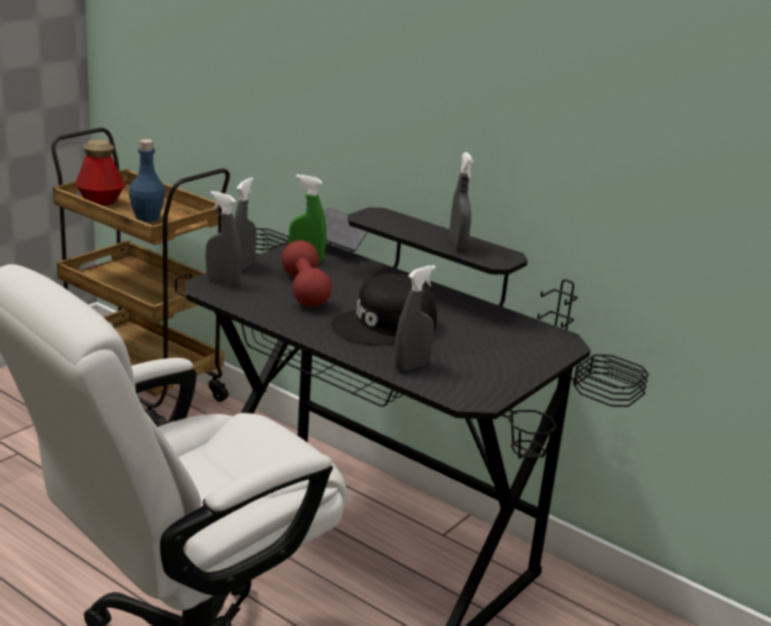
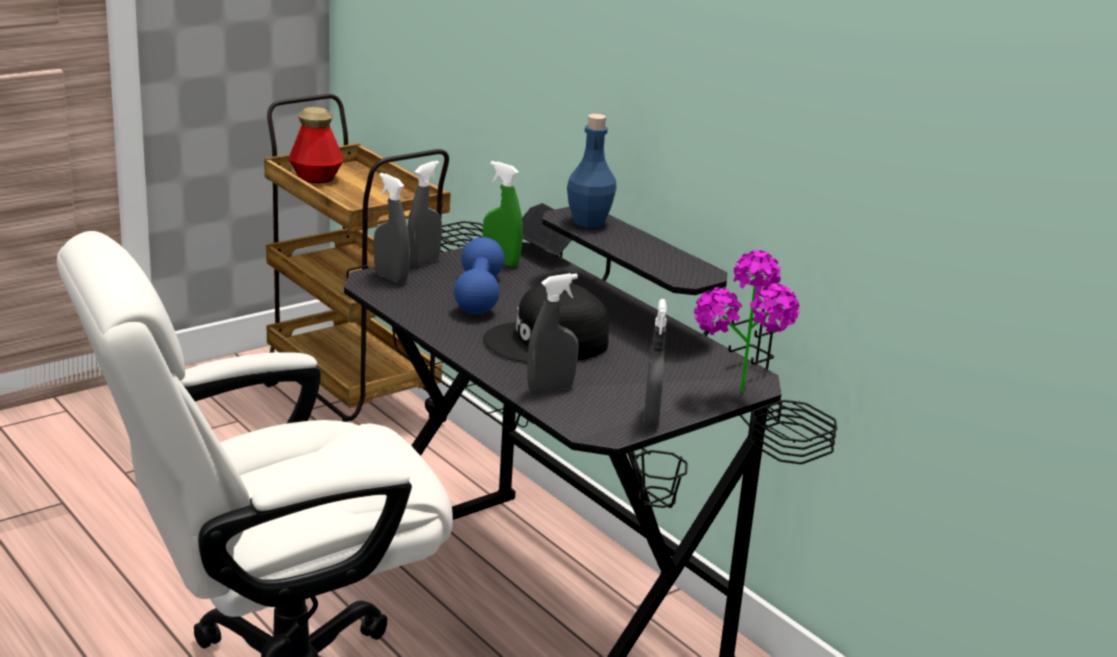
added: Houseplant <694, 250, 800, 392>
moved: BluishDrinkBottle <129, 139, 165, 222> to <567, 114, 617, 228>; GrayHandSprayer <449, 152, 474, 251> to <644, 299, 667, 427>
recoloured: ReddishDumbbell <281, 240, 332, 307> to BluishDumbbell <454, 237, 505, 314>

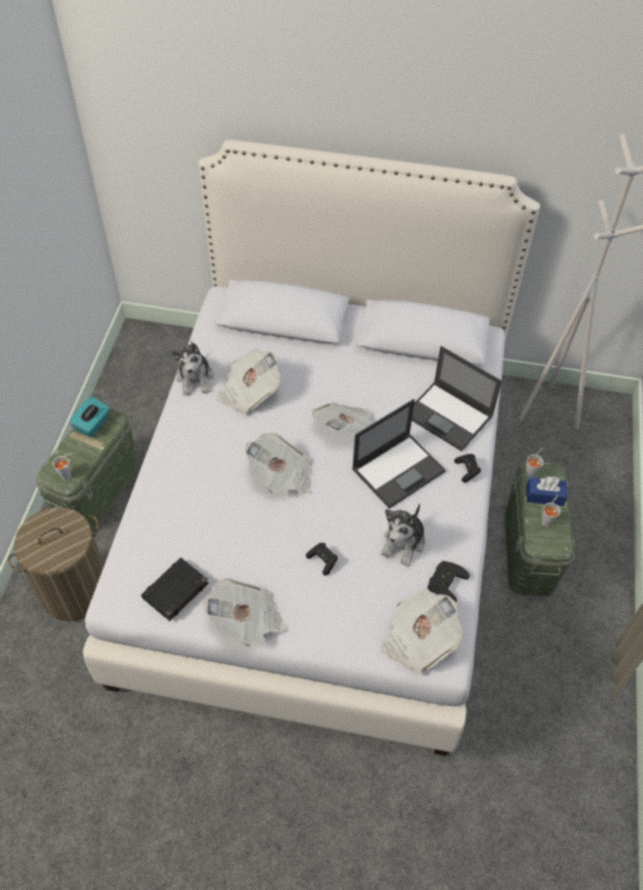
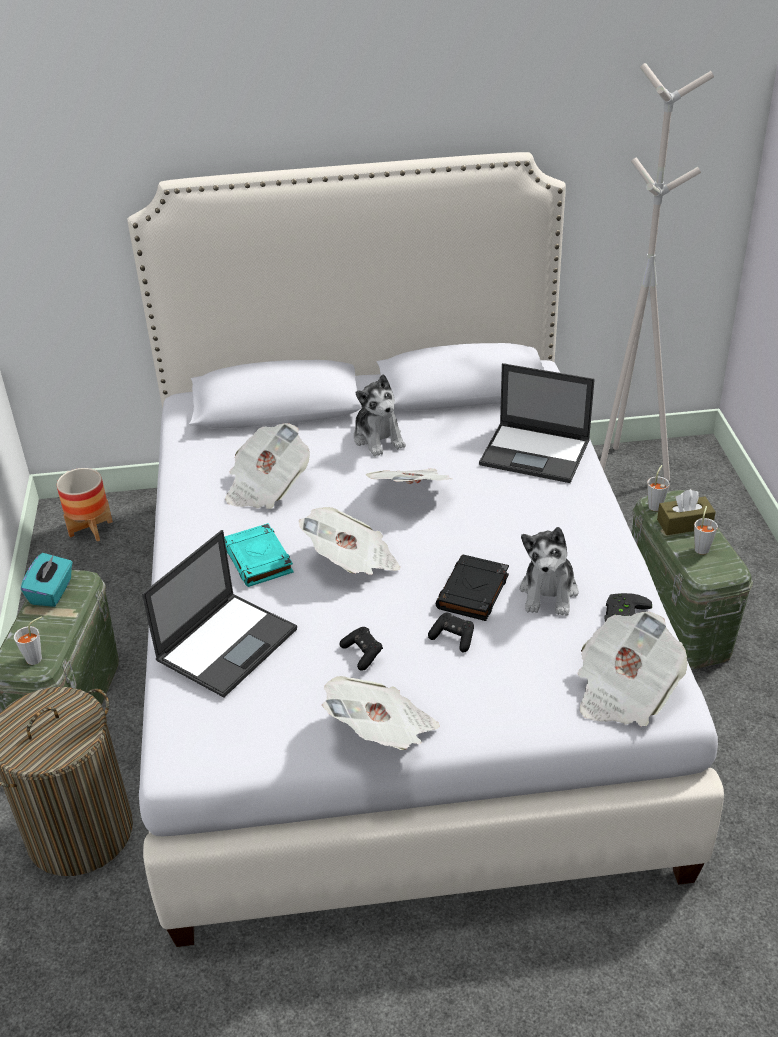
added: Planter <57, 468, 113, 541>; TurquoiseColouredBook <224, 523, 294, 587>
moved: PortableComputer <352, 399, 446, 509> to <142, 530, 297, 698>; BlackGameController <454, 454, 481, 482> to <340, 627, 383, 671>; SoftToy <171, 341, 214, 395> to <353, 374, 406, 457>; BlackBook <141, 558, 208, 621> to <436, 555, 509, 621>
recoloured: BluishTissueBox <527, 477, 568, 506> to BrownishTissueBox <657, 489, 716, 535>

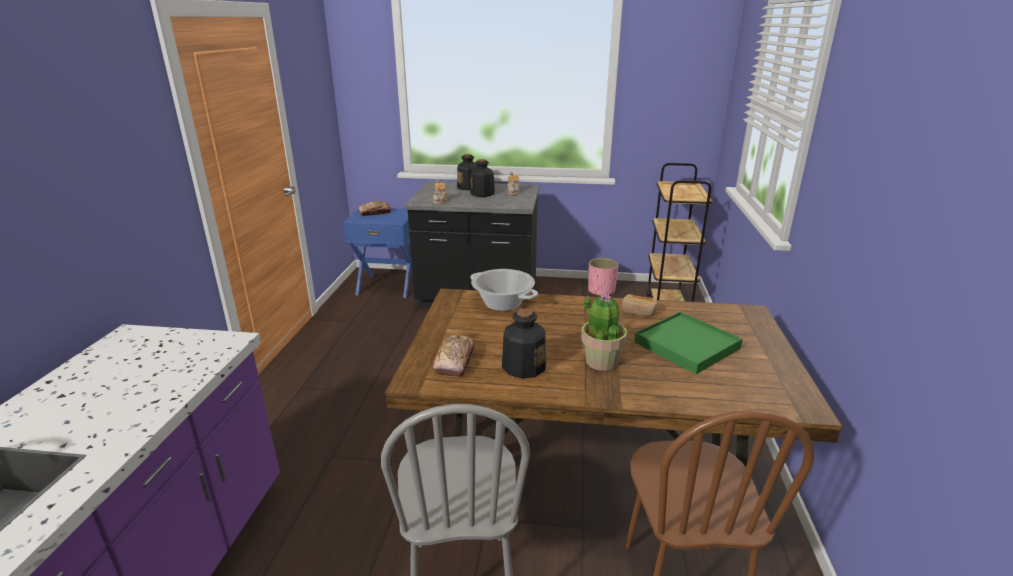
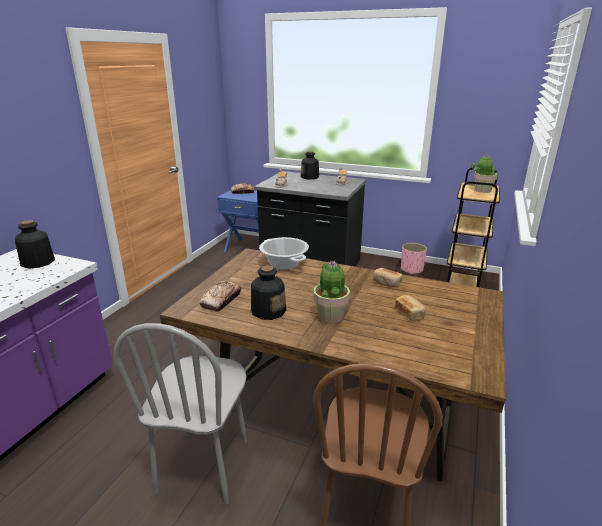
added: Houseplant <471, 155, 498, 193>
moved: DrinkBottle <470, 159, 495, 197> to <15, 220, 55, 269>
replaced: GreenColouredCarryingTray <634, 312, 743, 374> to BakedBread <395, 295, 426, 321>

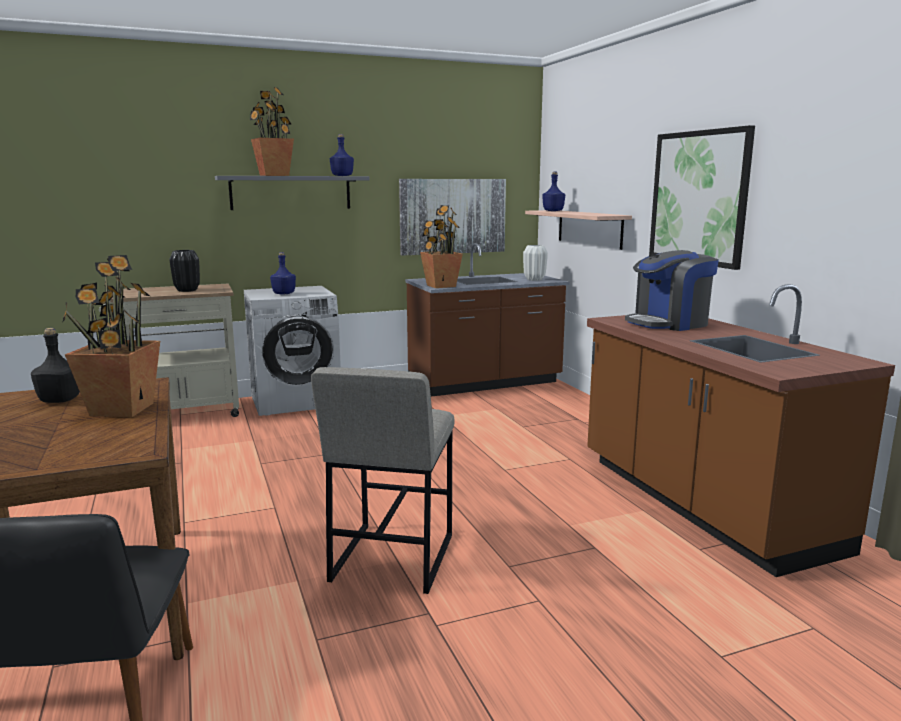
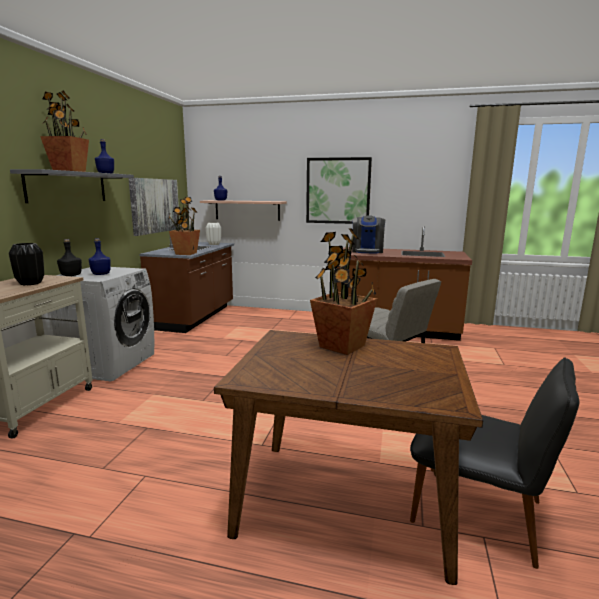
moved: BlackDrinkBottle <31, 328, 80, 403> to <57, 239, 82, 276>

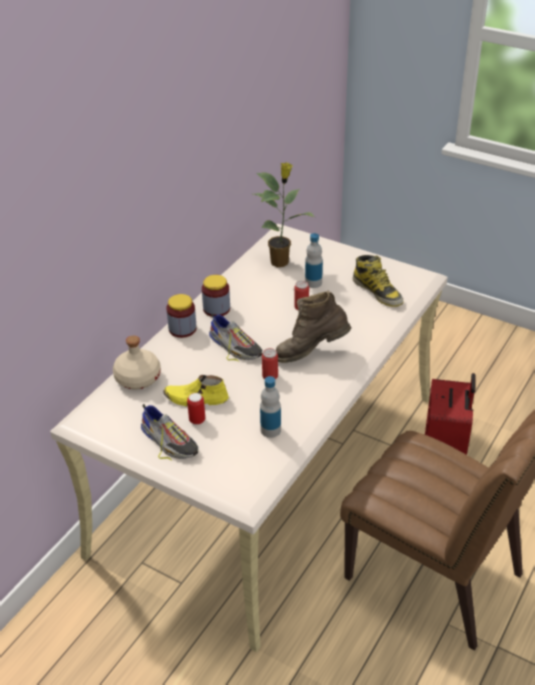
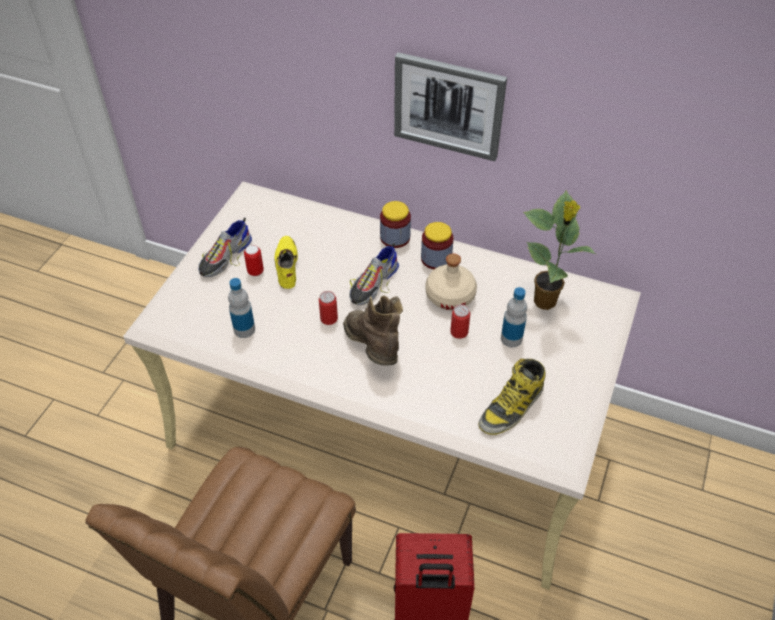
added: WallArt <394, 52, 507, 161>
moved: BeigeColouredDrinkBottle <113, 336, 161, 390> to <425, 253, 477, 310>

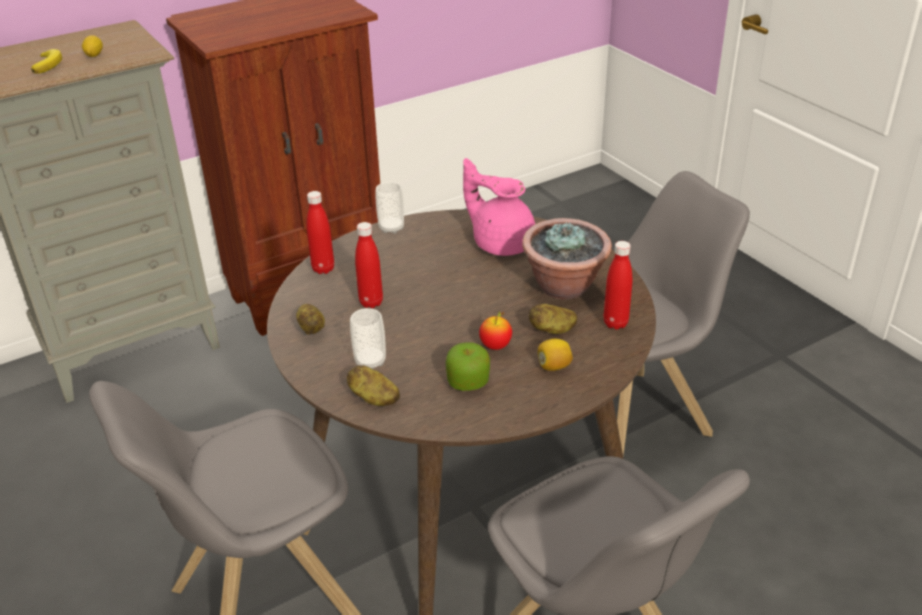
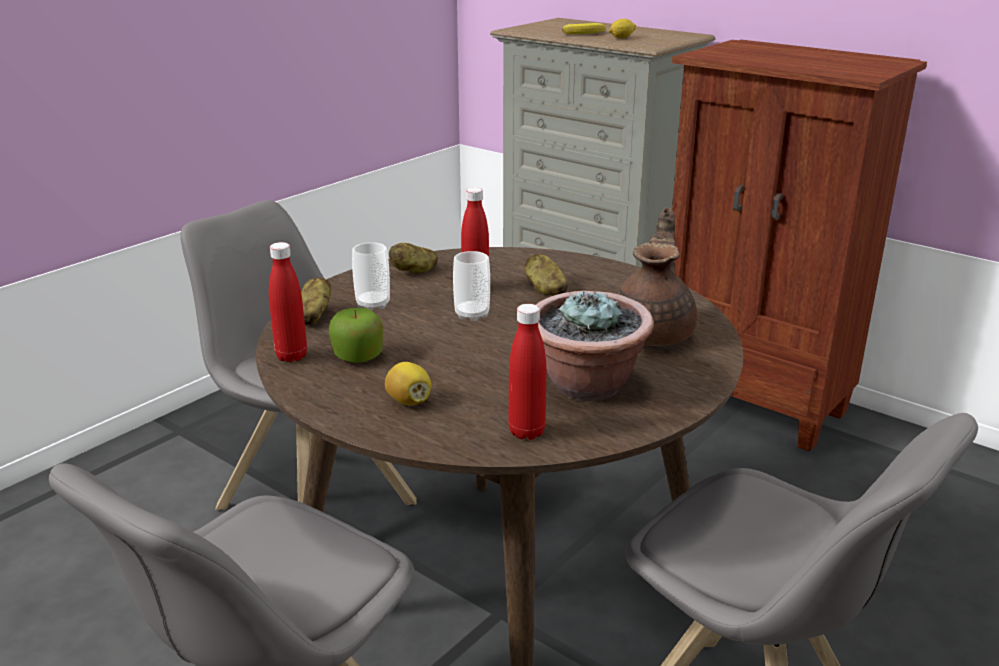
removed: Apple <479, 311, 512, 350>
moved: ReddishDrinkBottle <307, 191, 334, 274> to <269, 242, 307, 362>; Cup <376, 182, 404, 234> to <453, 251, 490, 321>; Potato <529, 304, 577, 334> to <525, 254, 568, 296>
recoloured: PinkColouredTeaPot <463, 158, 535, 256> to BrownishTeaPot <617, 207, 697, 346>

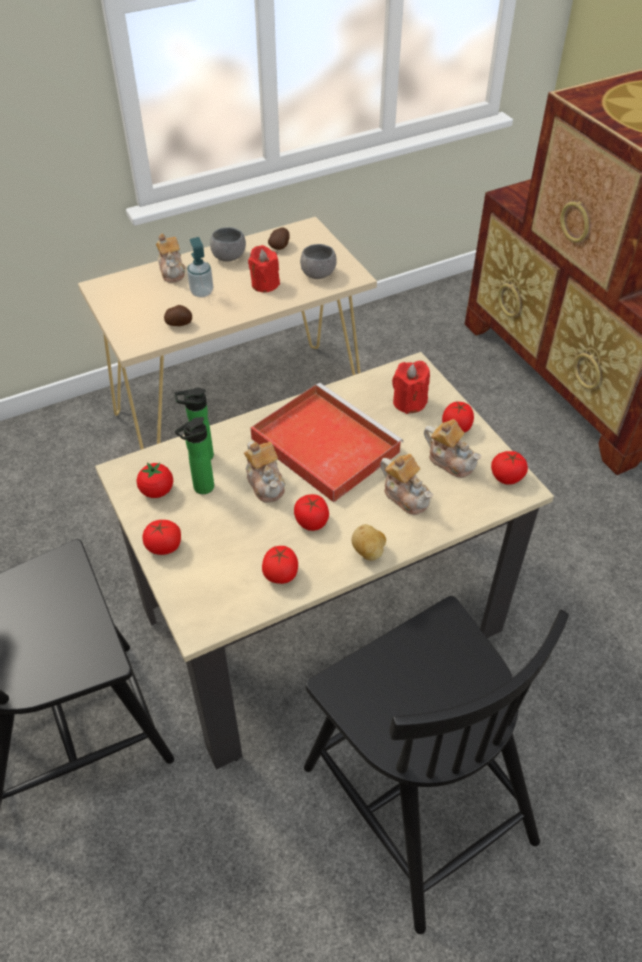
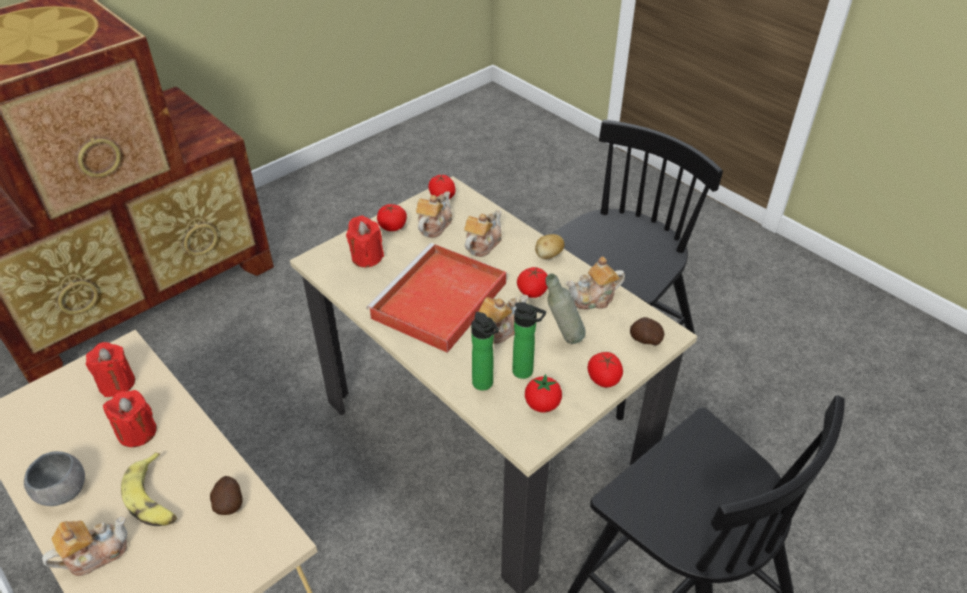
added: GrayDrinkBottle <546, 273, 586, 344>
moved: Potato <268, 228, 290, 250> to <630, 317, 664, 345>
replaced: GrayServingBowl <300, 244, 337, 279> to ReddishWaxCandle <86, 342, 135, 397>; SoapDispenser <187, 237, 213, 298> to BananaFruit <121, 453, 177, 526>; FreshTomato <262, 546, 298, 584> to TeaPot <566, 256, 625, 309>

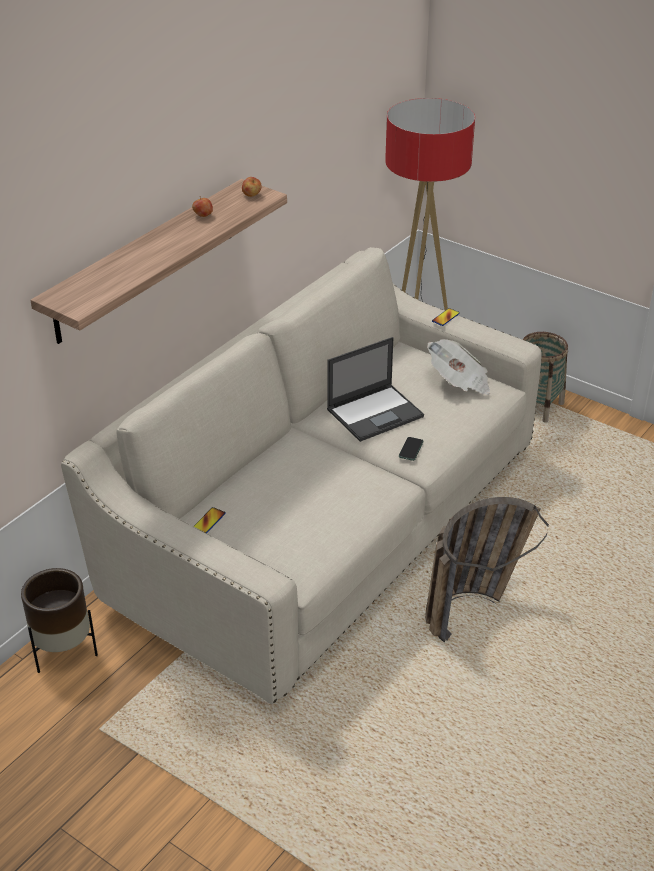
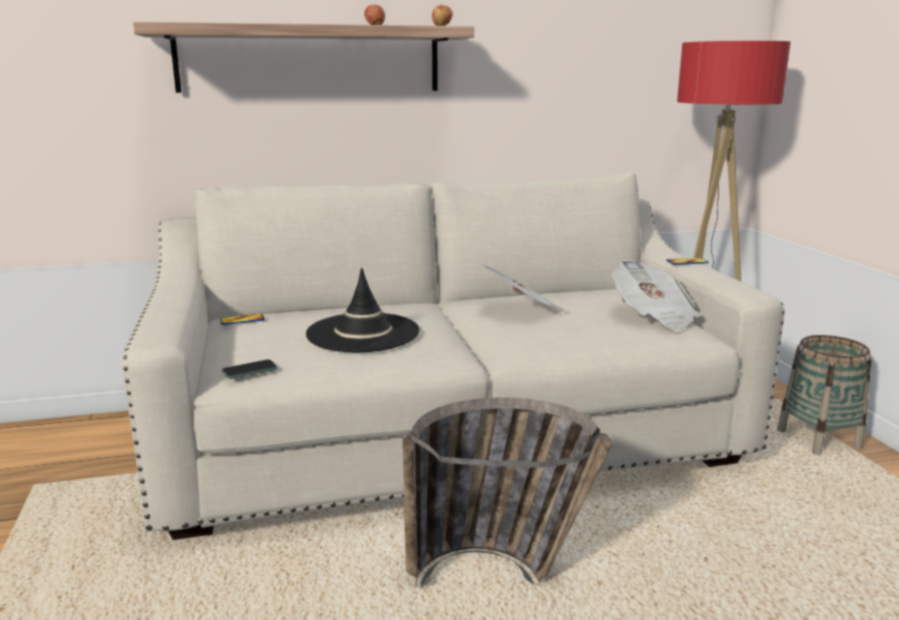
removed: BrownishPlanter <21, 568, 98, 673>
added: BlackHat <306, 268, 419, 352>
moved: Telephone <399, 437, 423, 461> to <222, 360, 277, 379>
replaced: PortableComputer <327, 337, 424, 442> to PrintedPaper <481, 265, 568, 311>

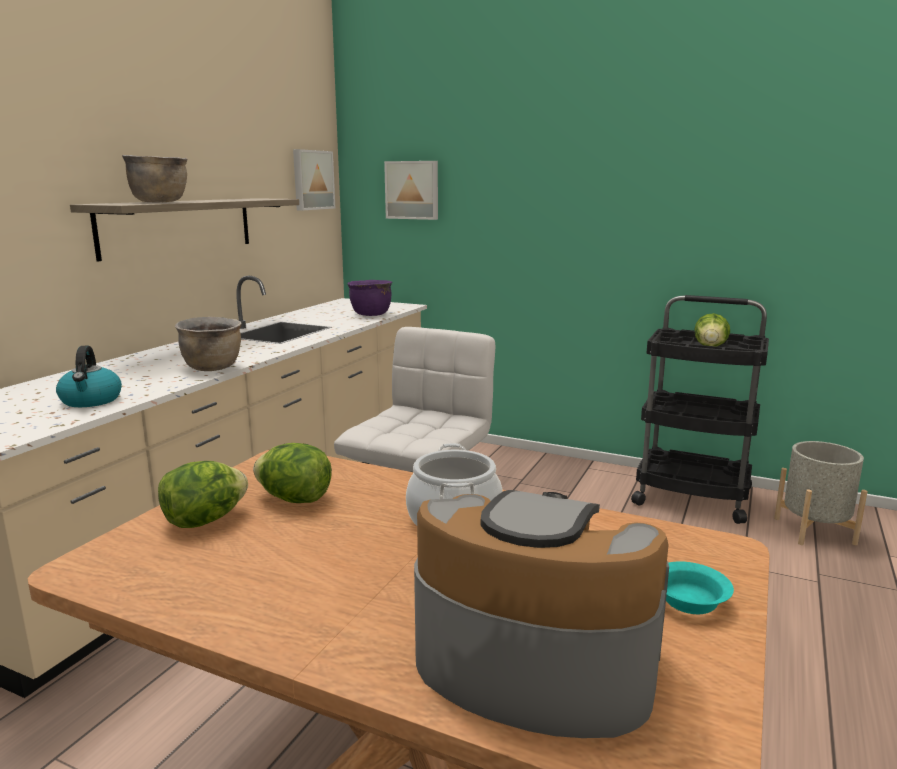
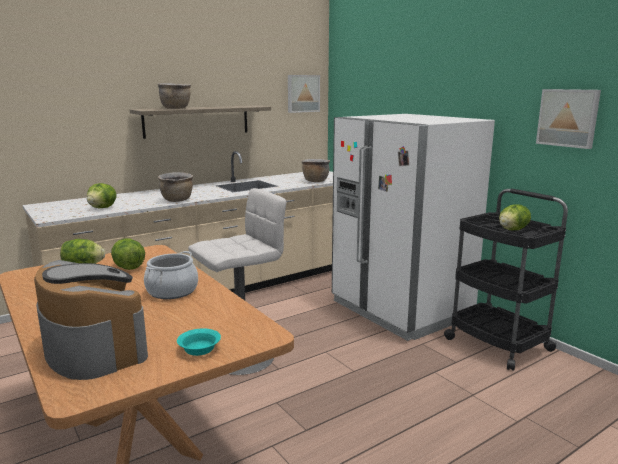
removed: GrayPlanter <774, 441, 868, 545>
added: WhitishFridge <332, 114, 495, 341>
moved: WallArt <384, 161, 438, 220> to <536, 89, 601, 149>
replaced: WaterKettle <56, 345, 122, 407> to HeadOfLettuce <87, 183, 117, 208>
recoloured: PurplishSaucepot <347, 280, 392, 316> to BrownishSaucepot <301, 159, 330, 182>

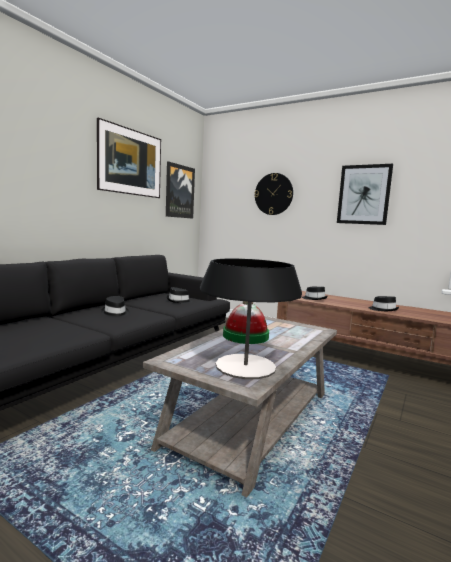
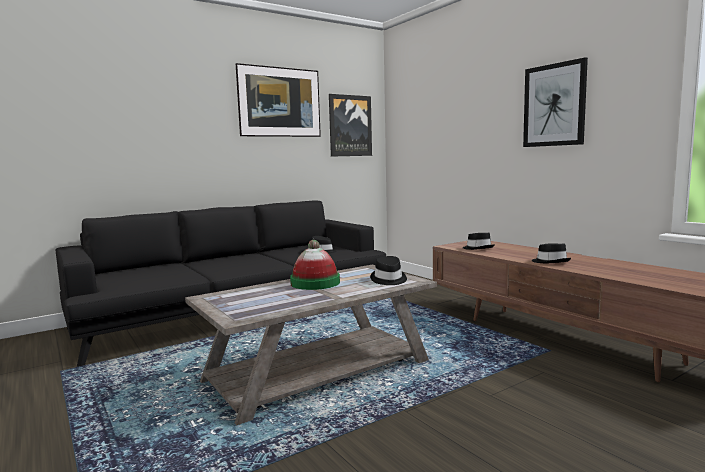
removed: LampForATable <200, 259, 302, 379>; ClockOnTheWall <255, 173, 293, 215>
moved: BlackHat <101, 296, 130, 318> to <370, 256, 407, 285>

